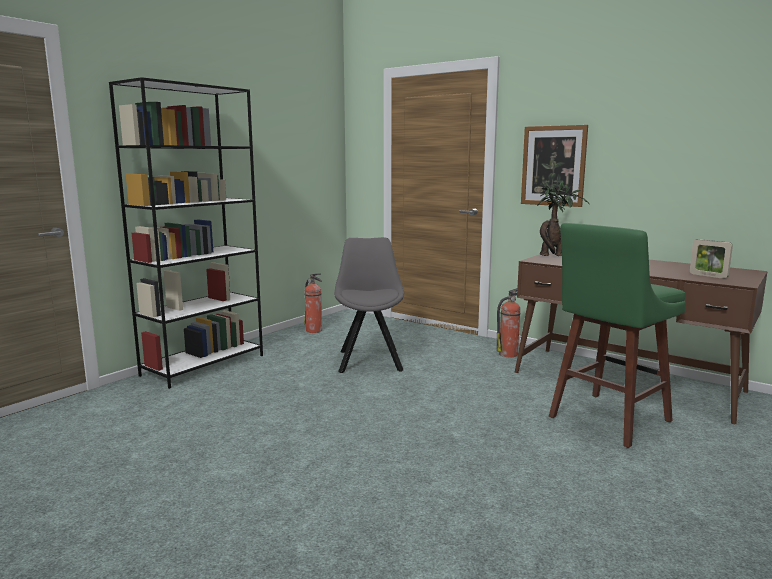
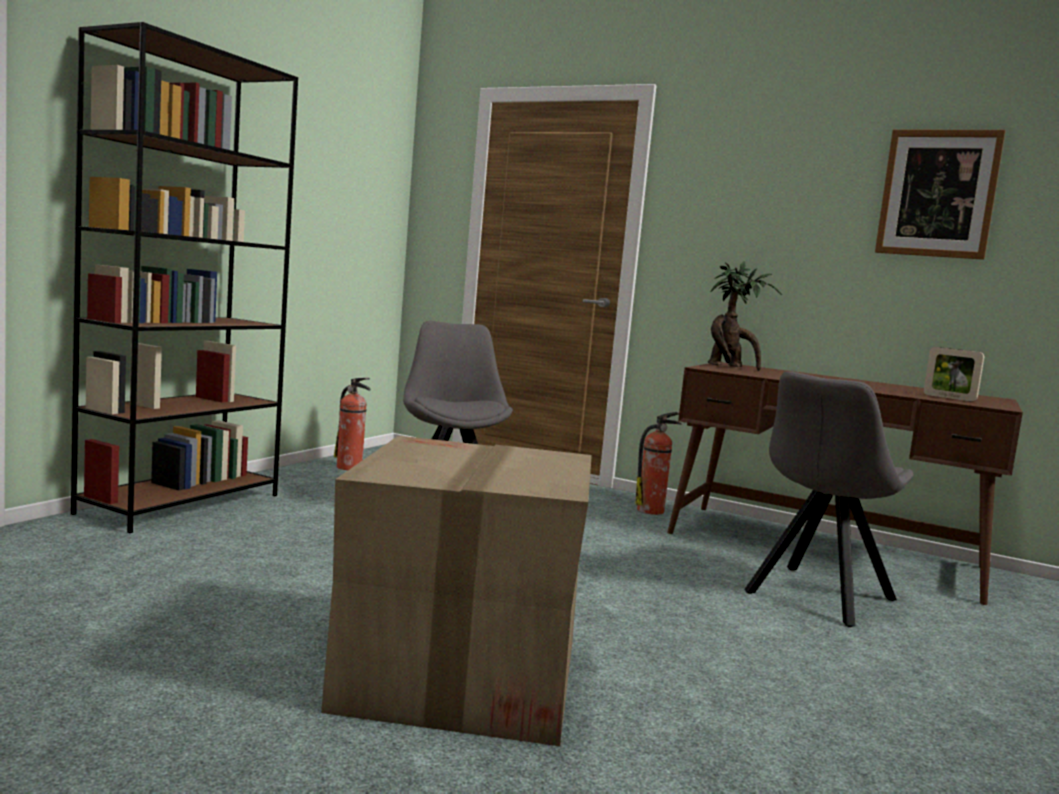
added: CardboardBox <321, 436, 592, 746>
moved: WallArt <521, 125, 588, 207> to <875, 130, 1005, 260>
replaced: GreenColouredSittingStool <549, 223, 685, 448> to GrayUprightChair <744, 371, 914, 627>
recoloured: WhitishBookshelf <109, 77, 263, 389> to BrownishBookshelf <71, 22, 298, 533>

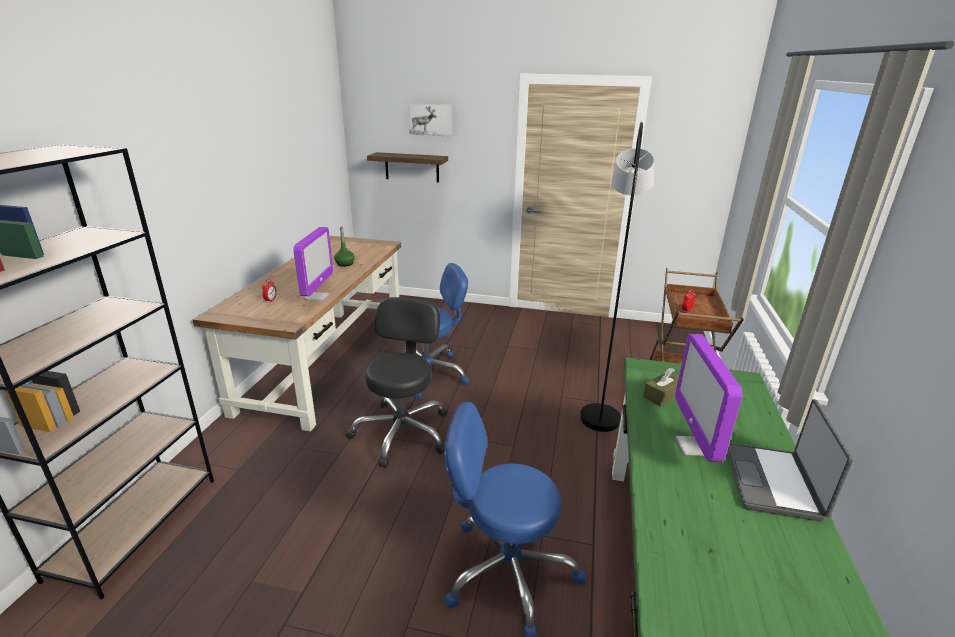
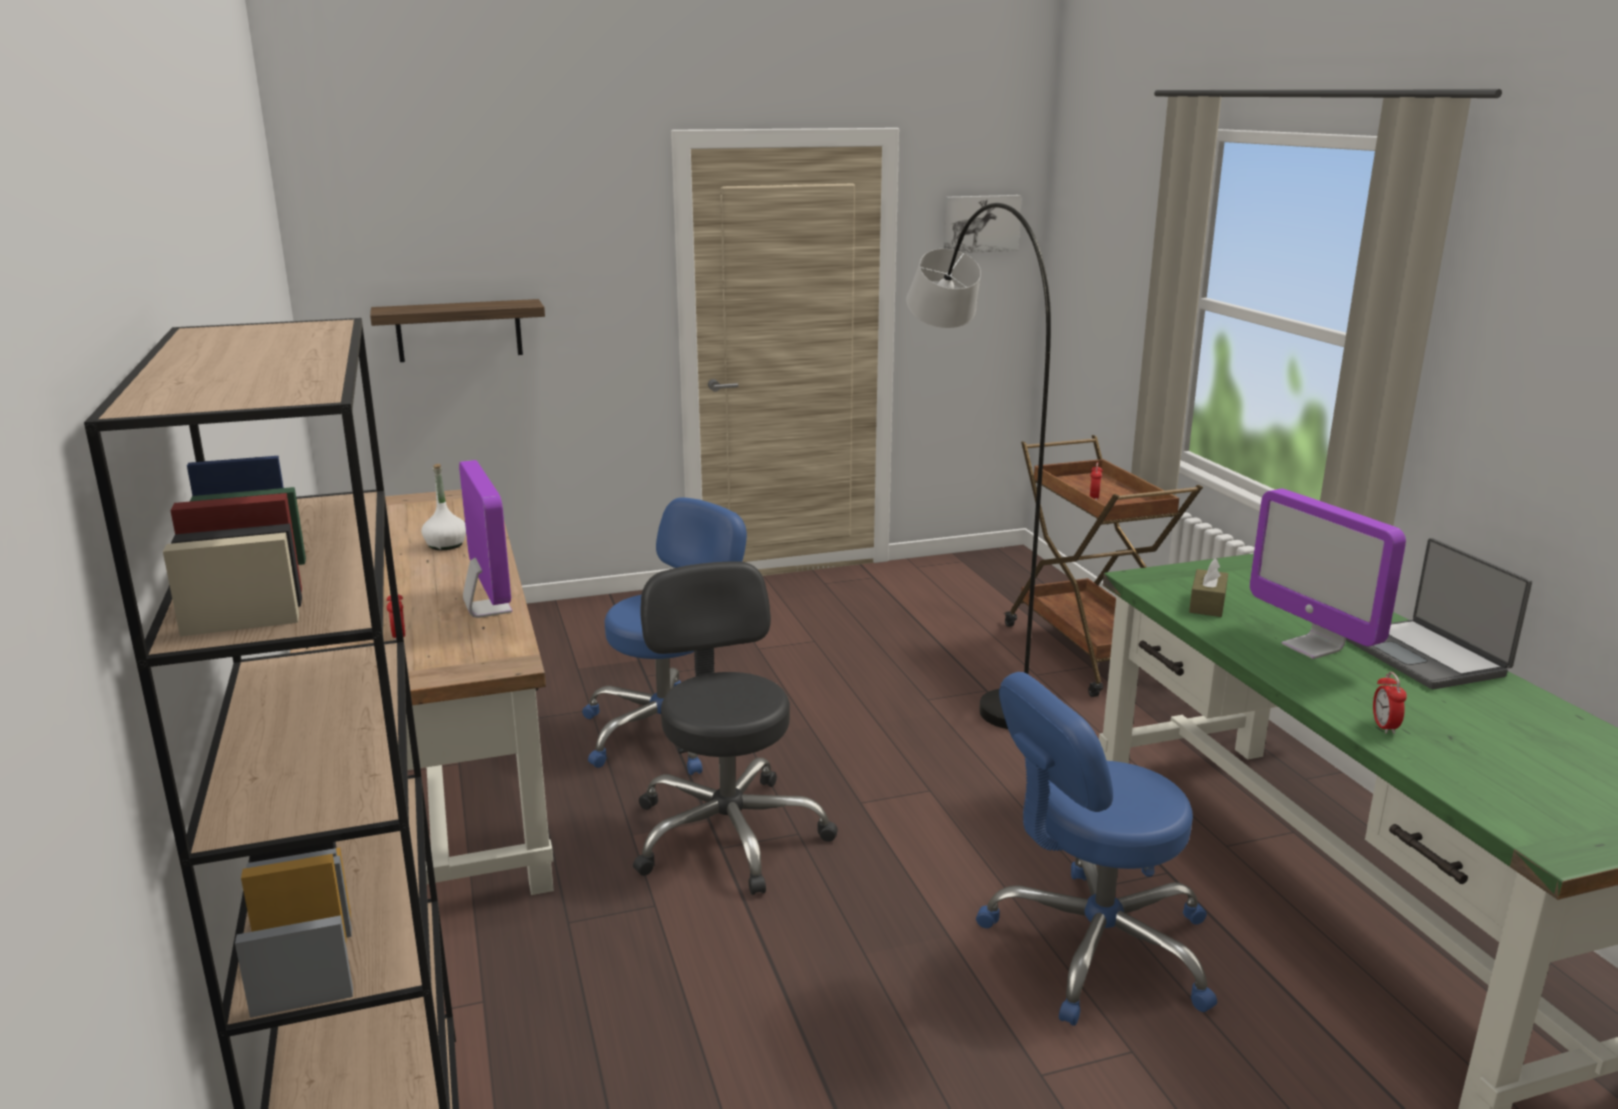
added: AlarmClock <1373, 672, 1407, 734>
moved: WallArt <409, 103, 452, 136> to <944, 195, 1022, 253>
recoloured: GreenColouredDrinkBottle <334, 227, 355, 267> to WhitishDrinkBottle <421, 464, 466, 550>

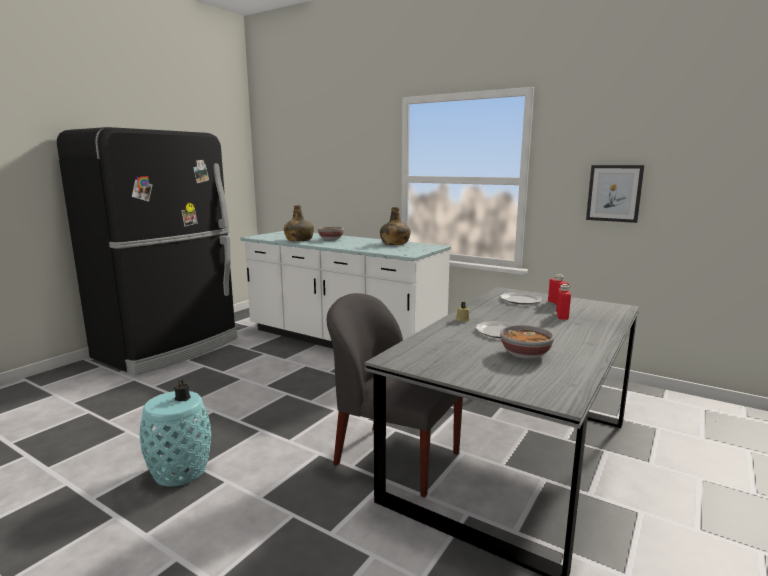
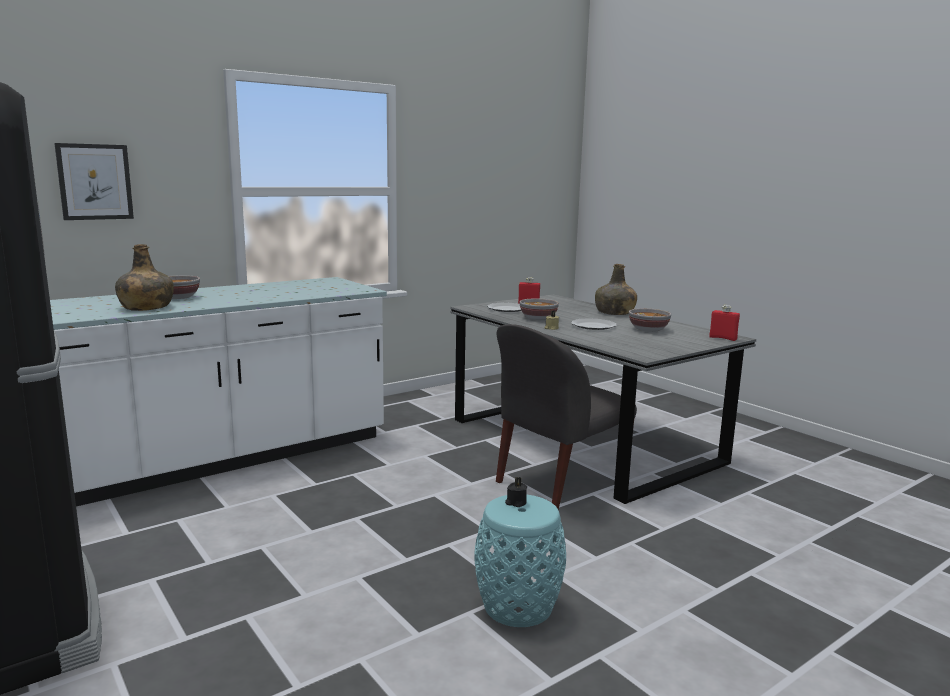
added: ServingBowl <520, 298, 559, 320>
moved: WallArt <586, 165, 645, 223> to <54, 143, 134, 220>; GreenColouredDrinkBottle <380, 207, 411, 245> to <595, 264, 637, 315>; ReddishDrinkBottle <556, 284, 571, 320> to <709, 305, 740, 341>

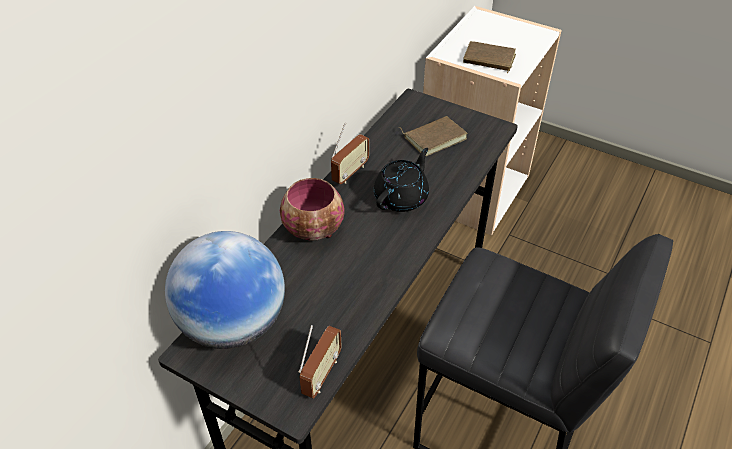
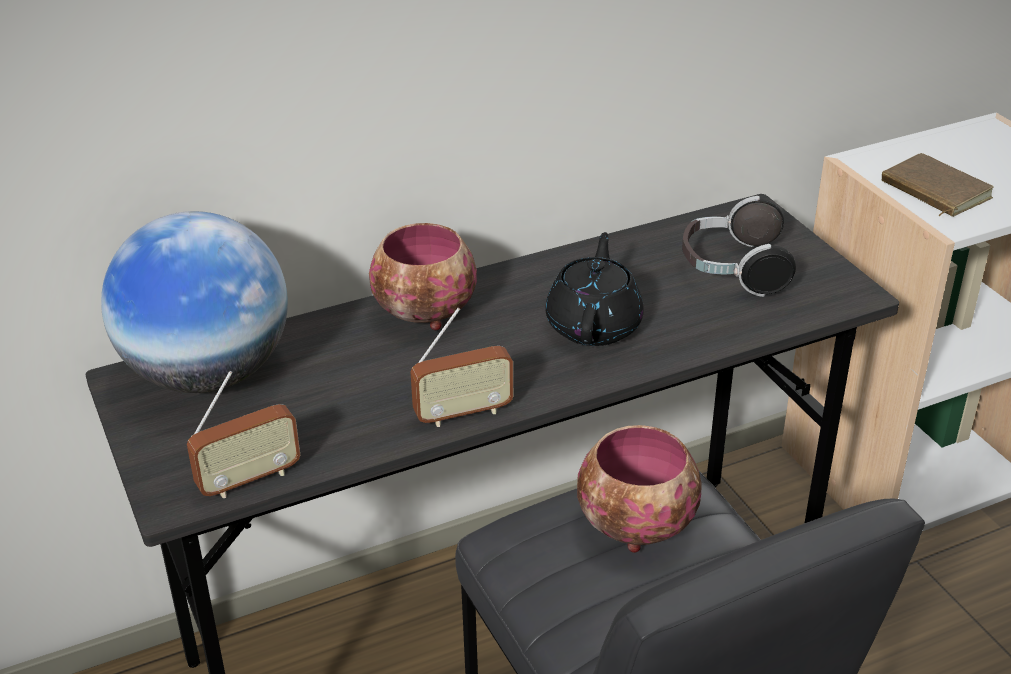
added: ServingBowl <577, 425, 701, 553>
moved: RadioReceiver <331, 123, 369, 184> to <410, 308, 513, 427>
replaced: BrownishBook <399, 116, 467, 156> to Headphones <682, 196, 796, 297>
turned: BlackTeaPot <374, 148, 429, 212> = <546, 232, 644, 346> 60 degrees counterclockwise

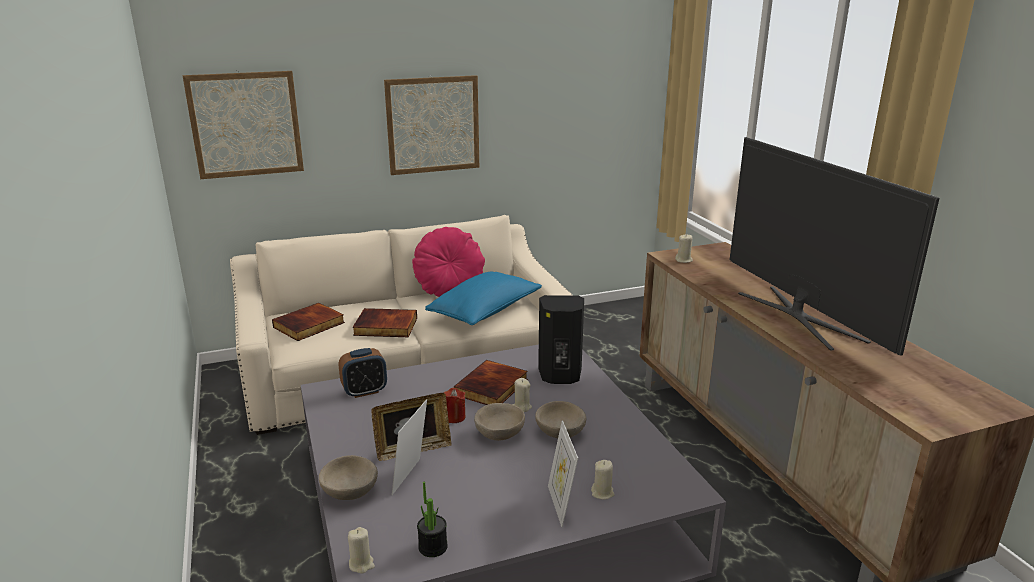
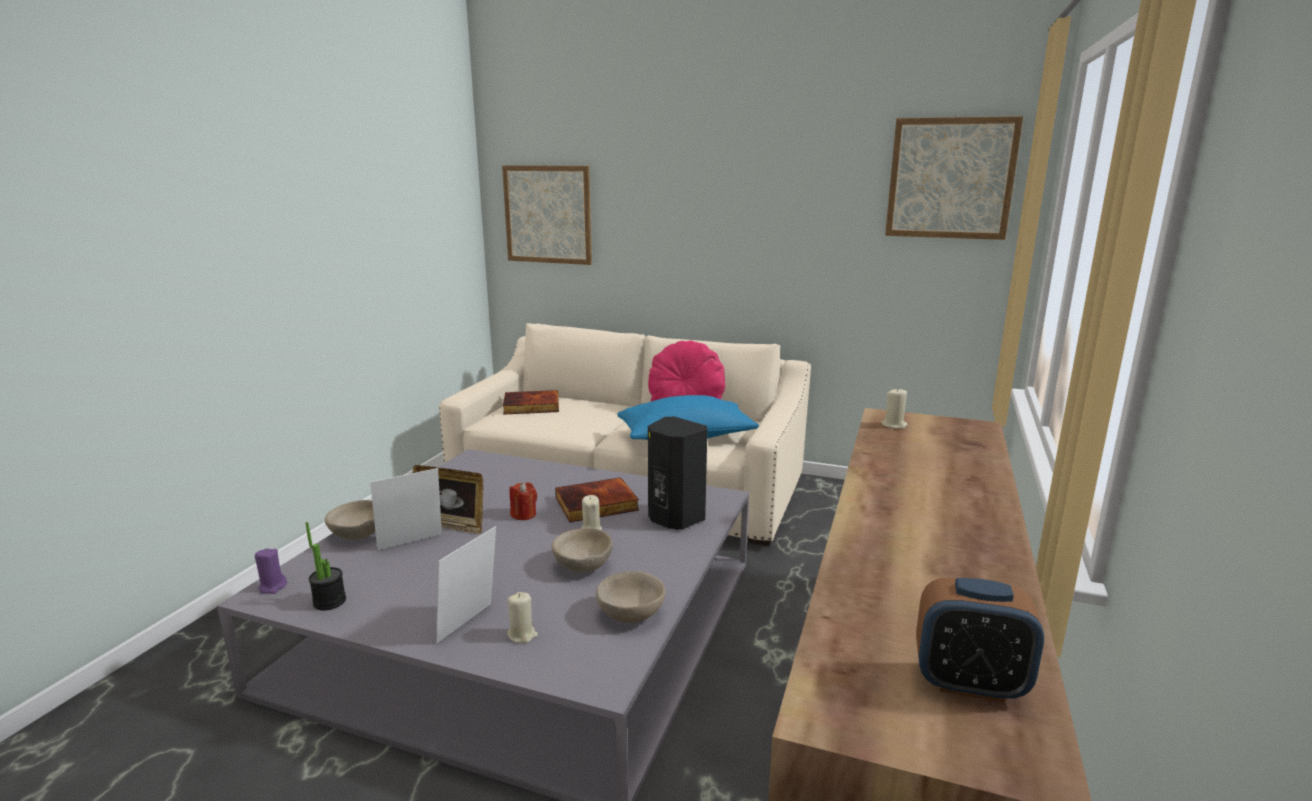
removed: Book <353, 308, 417, 337>; Television <730, 137, 939, 355>
moved: BeigeColouredServingBowl <474, 403, 525, 441> to <596, 571, 665, 622>; WallArt <384, 75, 479, 175> to <885, 114, 1023, 240>; AlarmClock <339, 348, 387, 398> to <916, 578, 1044, 702>
recoloured: BeigeColouredWaxCandle <348, 527, 375, 574> to PurplishWaxCandle <255, 548, 287, 594>

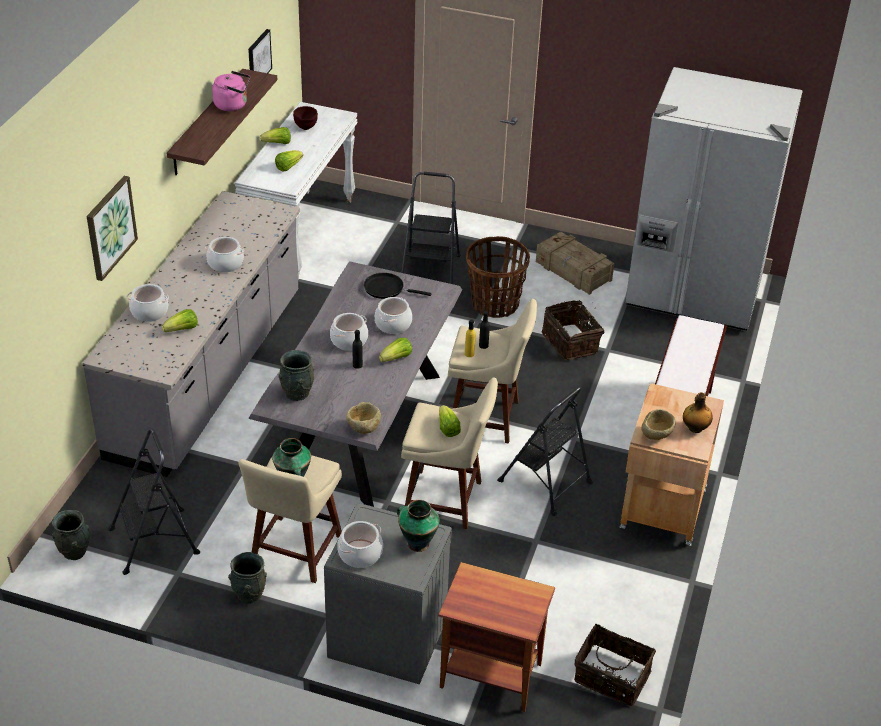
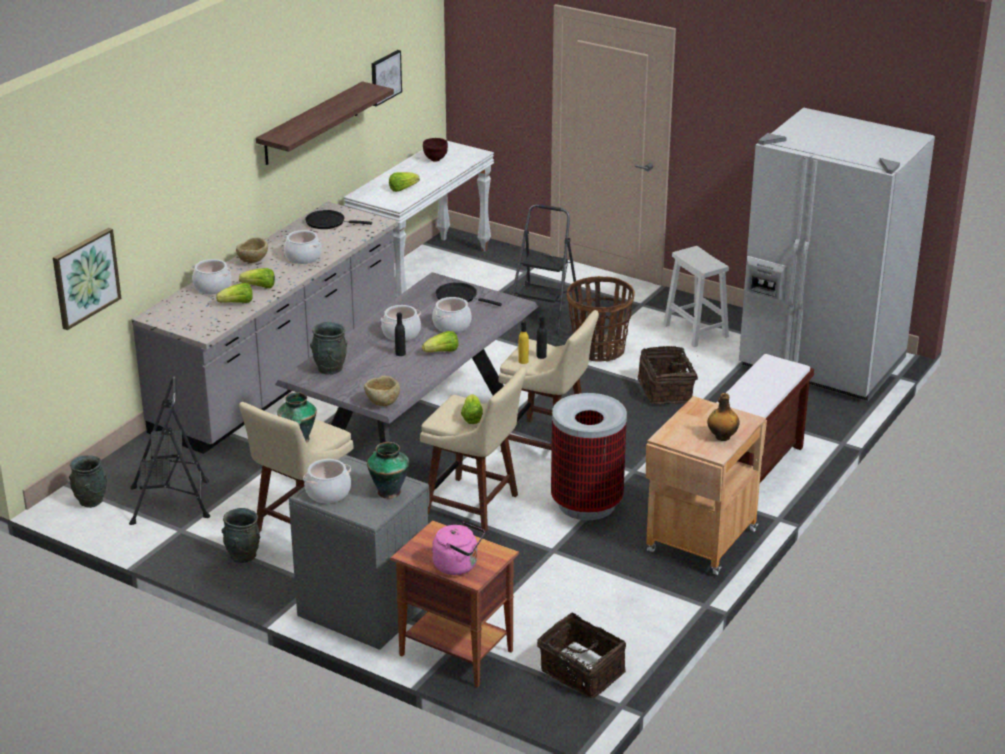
added: BlackSkillet <305, 210, 372, 229>
moved: WallArt <87, 176, 138, 281> to <53, 228, 122, 330>; BeigeColouredServingBowl <641, 409, 676, 440> to <236, 238, 268, 263>; HeadOfLettuce <260, 127, 291, 144> to <239, 268, 275, 288>; PinkColouredWaterKettle <212, 71, 250, 111> to <432, 522, 485, 575>
replaced: BlackStepLadder <497, 386, 593, 516> to TrashCan <551, 393, 627, 520>; ShippingCrate <536, 232, 614, 295> to WhitishSittingStool <663, 246, 729, 347>

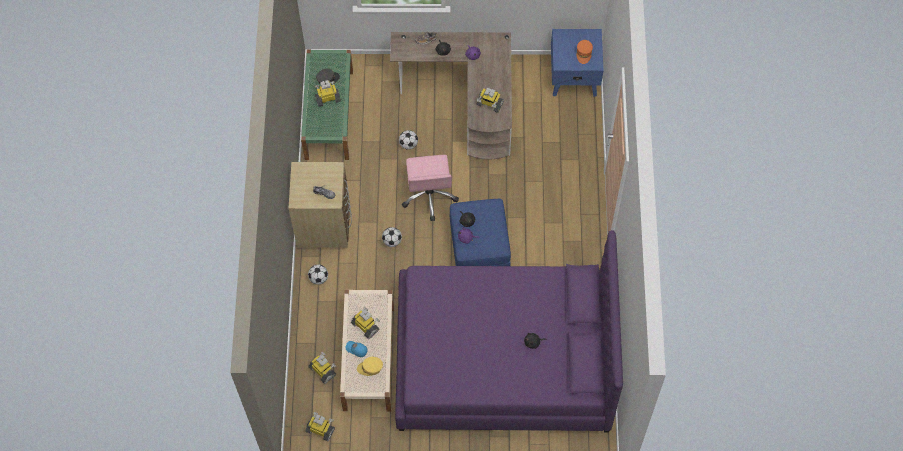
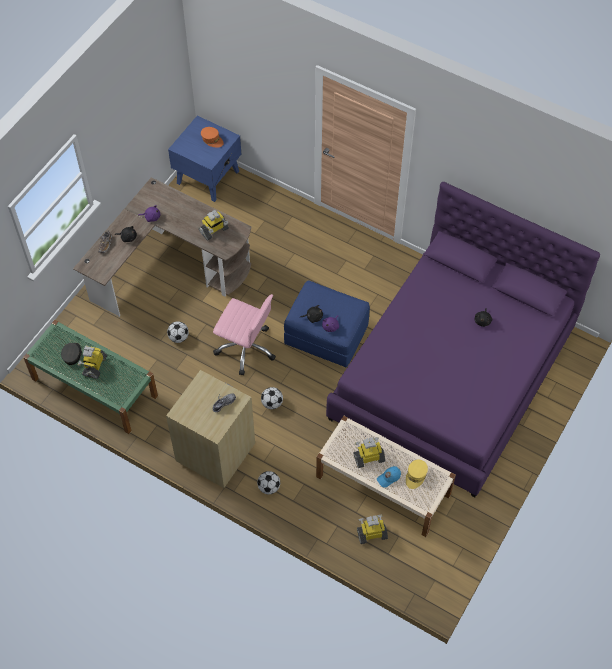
removed: RobotFigure <306, 412, 335, 441>

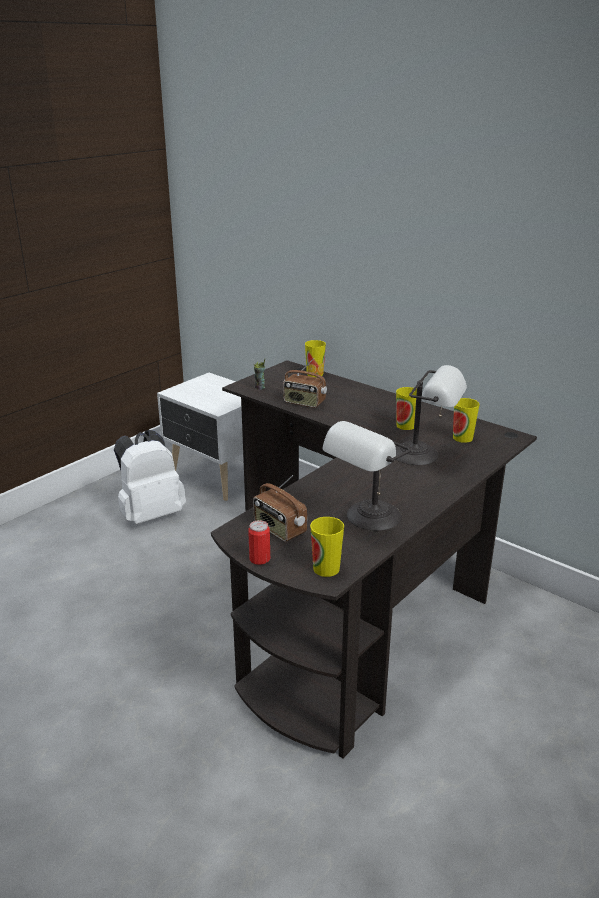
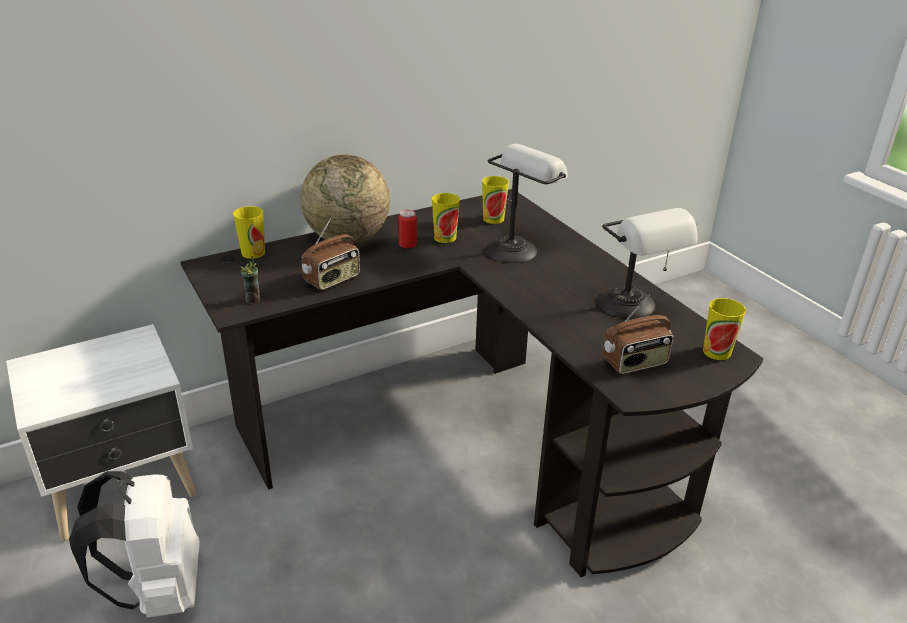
added: DeskGlobe <300, 155, 390, 244>
moved: MetalCan <248, 520, 270, 565> to <398, 210, 417, 248>

